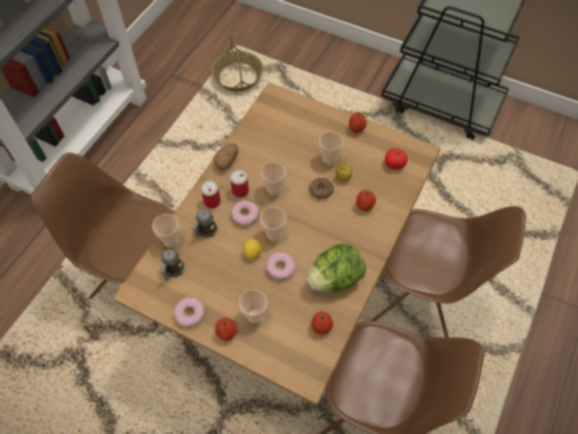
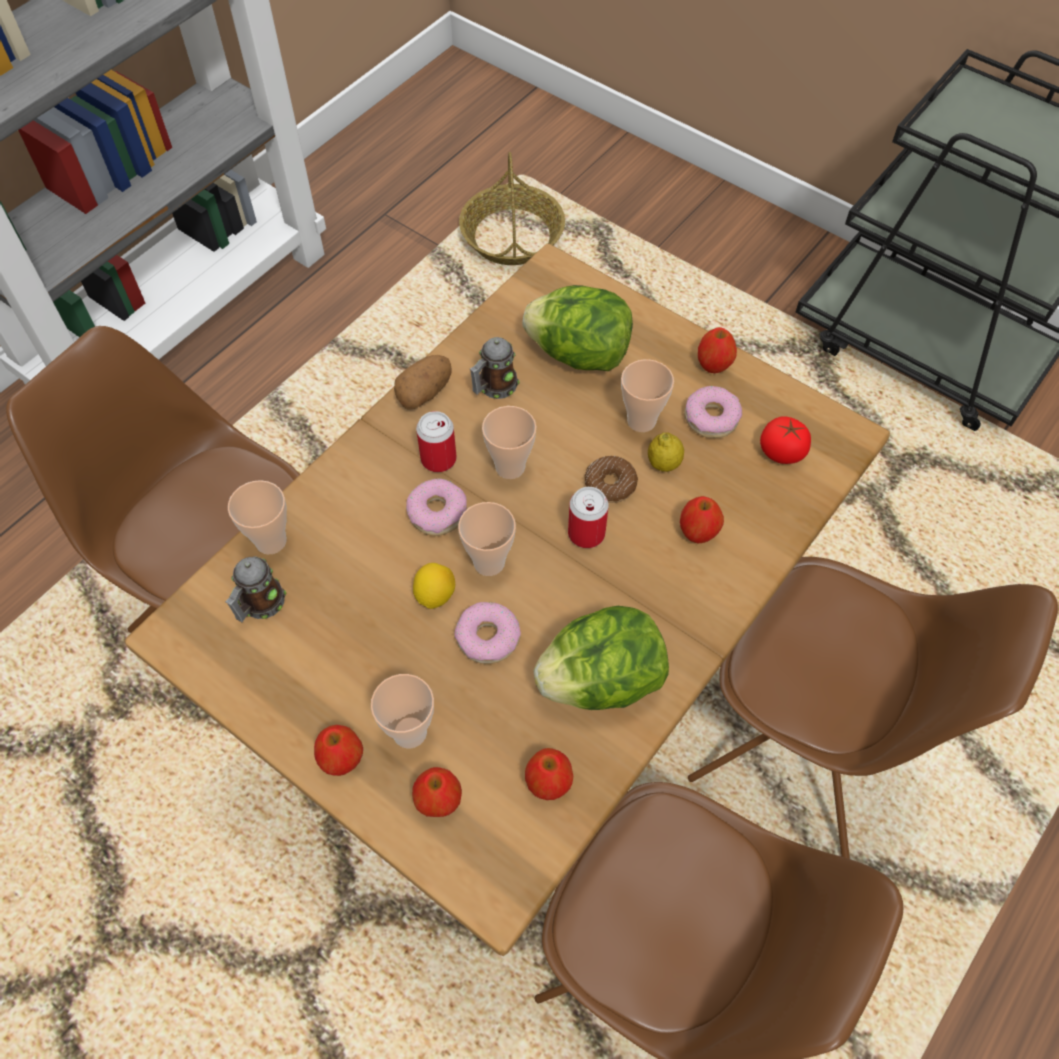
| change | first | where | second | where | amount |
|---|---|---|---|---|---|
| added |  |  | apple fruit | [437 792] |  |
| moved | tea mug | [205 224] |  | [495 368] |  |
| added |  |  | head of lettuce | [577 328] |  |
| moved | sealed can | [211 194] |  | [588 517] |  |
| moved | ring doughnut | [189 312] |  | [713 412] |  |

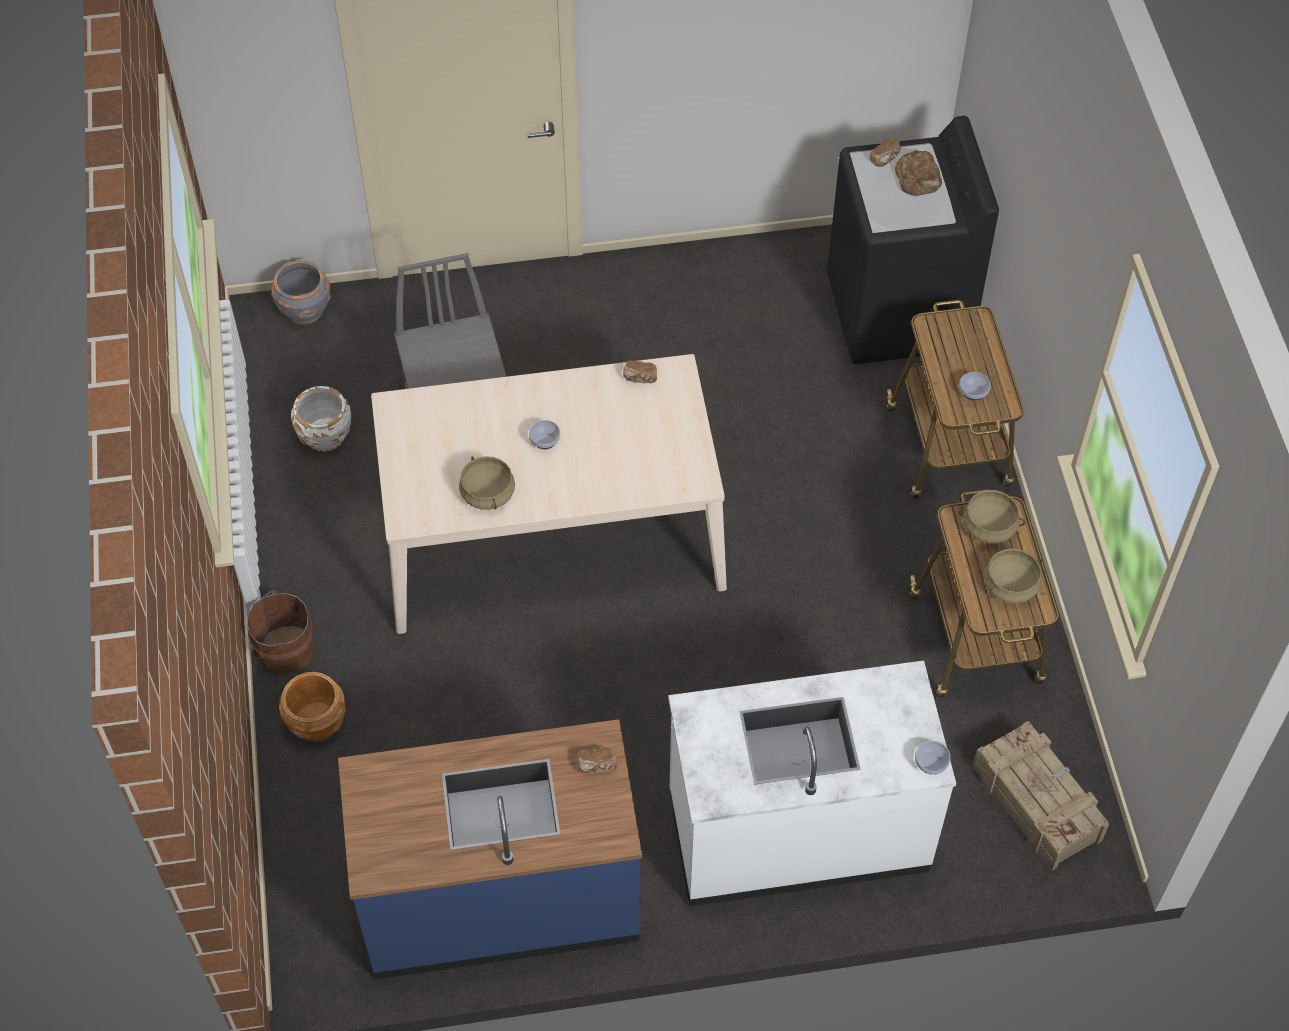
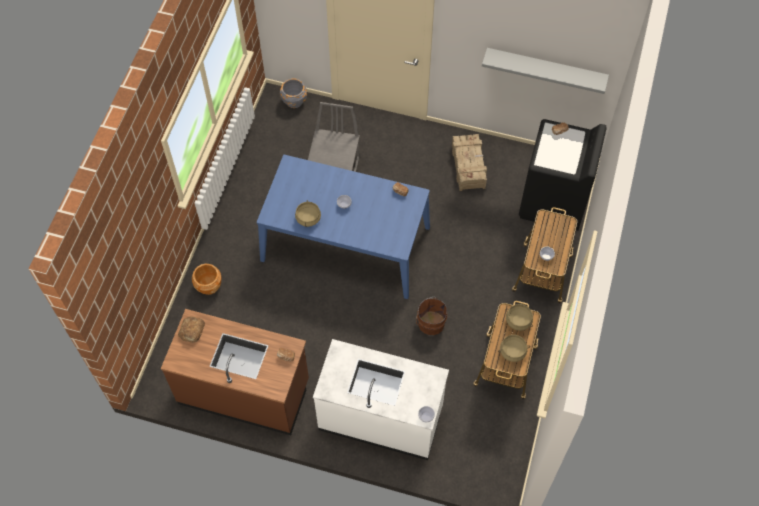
| change | first | where | second | where | amount |
|---|---|---|---|---|---|
| recoloured | blue counter | [490 849] | brown-coloured counter | [235 372] |  |
| moved | bread | [918 173] |  | [191 329] |  |
| recoloured | beige kitchen table | [549 494] | blue kitchen table | [343 227] |  |
| moved | brown-coloured bucket | [280 632] |  | [431 316] |  |
| moved | shipping crate | [1040 796] |  | [469 162] |  |
| added |  |  | greyish bracket shelf | [545 71] |  |
| removed | white-coloured plant pot | [321 419] |  |  |  |

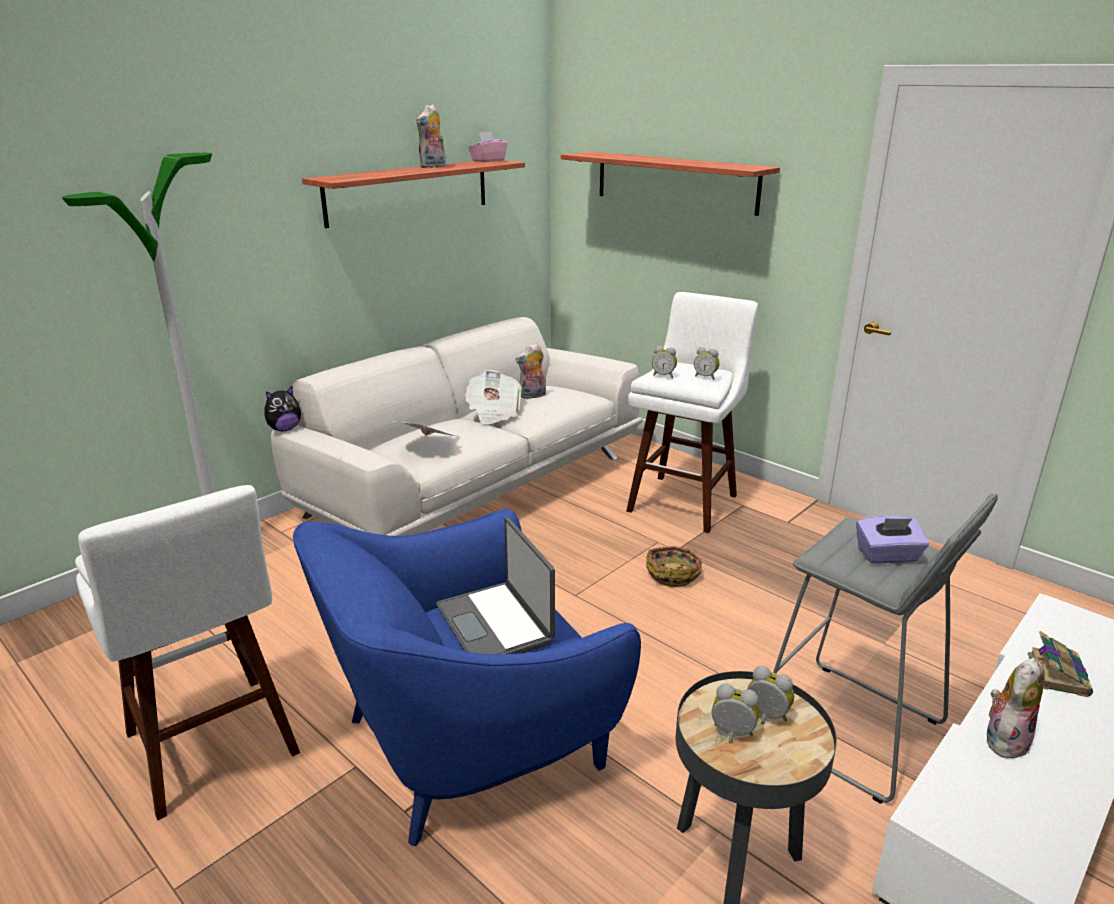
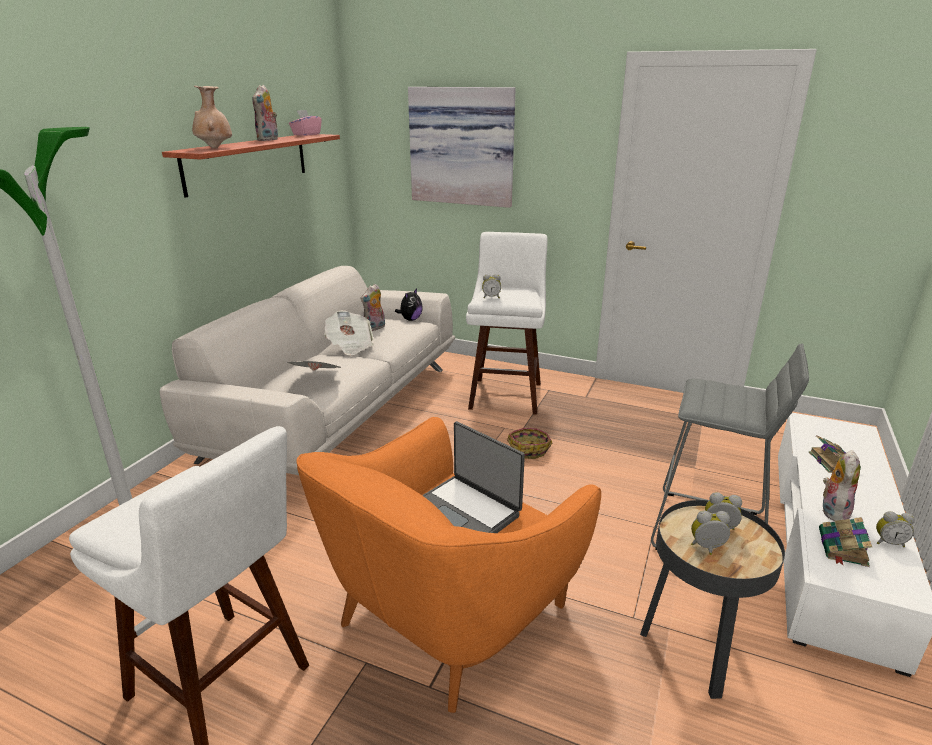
| change | first | where | second | where | amount |
|---|---|---|---|---|---|
| added |  |  | beige decorative vase | [212 117] |  |
| recoloured | blue armchair | [467 677] | orangey armchair | [448 565] |  |
| moved | cuddly toy | [283 408] |  | [409 304] |  |
| replaced | bracket shelf | [670 184] | wall art | [462 147] |  |
| added |  |  | bound book | [845 542] |  |
| moved | table clock | [707 363] |  | [895 529] |  |
| removed | purple-coloured box of tissues | [892 539] |  |  |  |

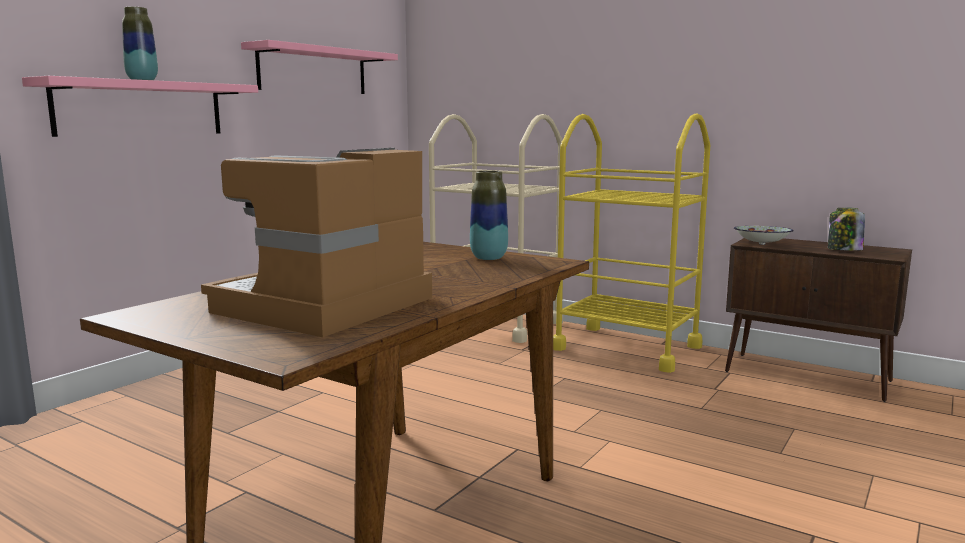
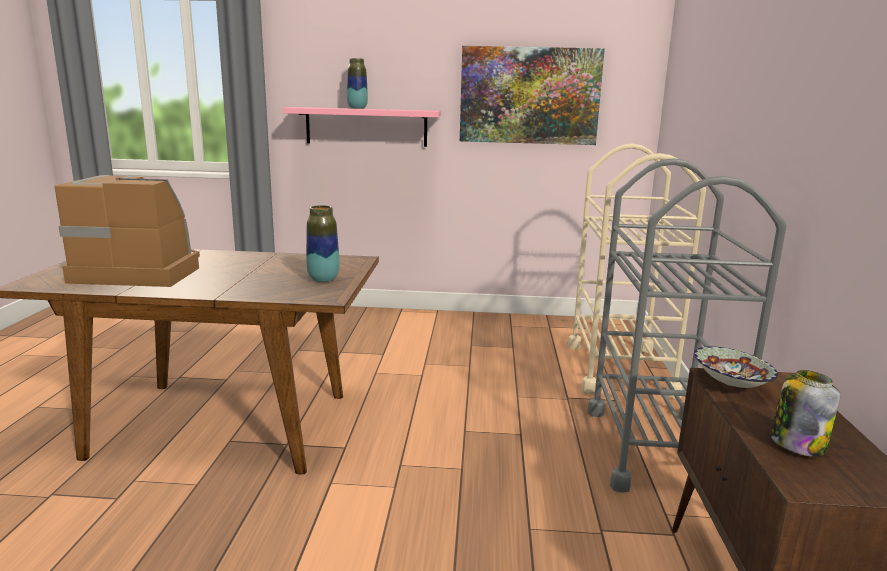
| change | first | where | second | where | amount |
|---|---|---|---|---|---|
| replaced | pink-coloured bracket shelf | [319 67] | wall art | [532 95] |  |
| recoloured | yellow-coloured cart | [631 243] | greyish cart | [686 325] |  |

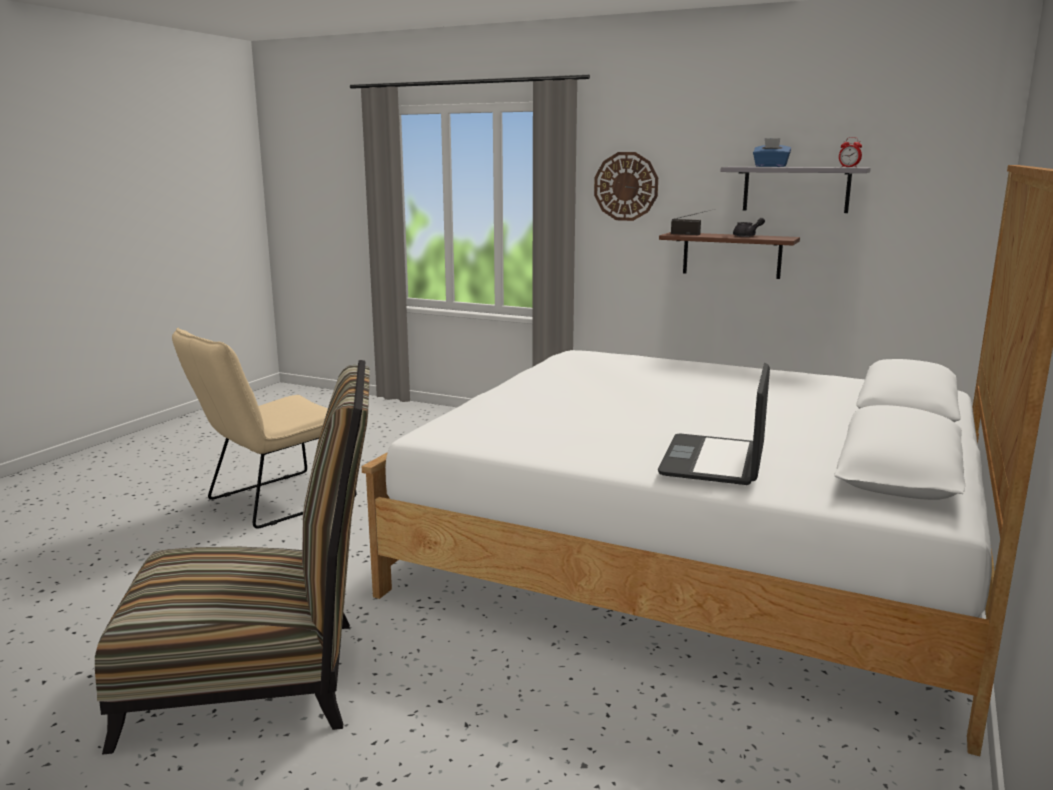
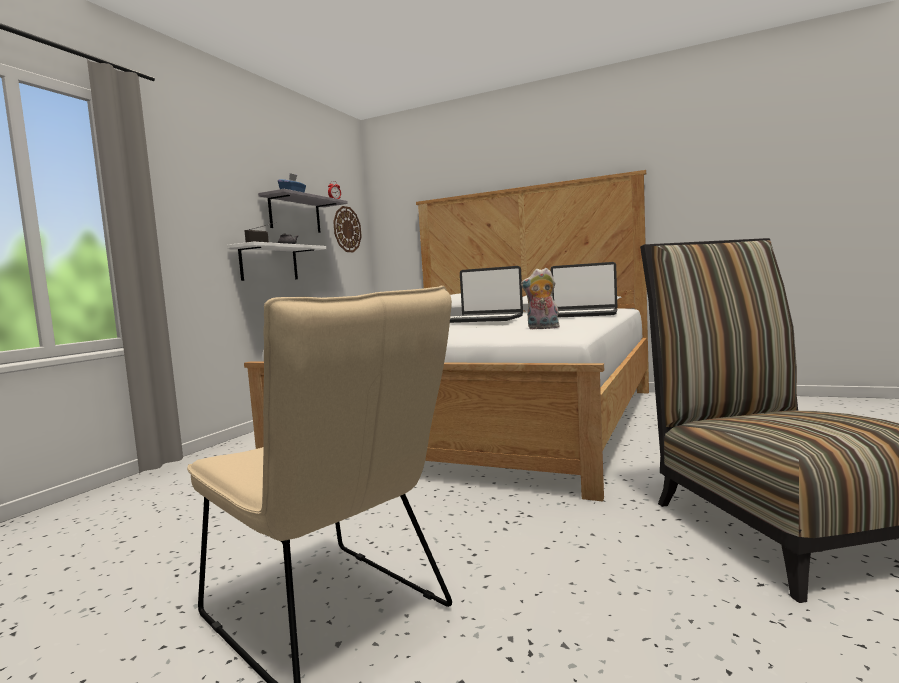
| change | first | where | second | where | amount |
|---|---|---|---|---|---|
| recoloured | brown-coloured bracket shelf | [729 255] | white-coloured bracket shelf | [276 261] |  |
| moved | hanging clock | [626 186] |  | [347 229] |  |
| added |  |  | laptop | [486 294] |  |
| added |  |  | cuddly toy | [540 298] |  |

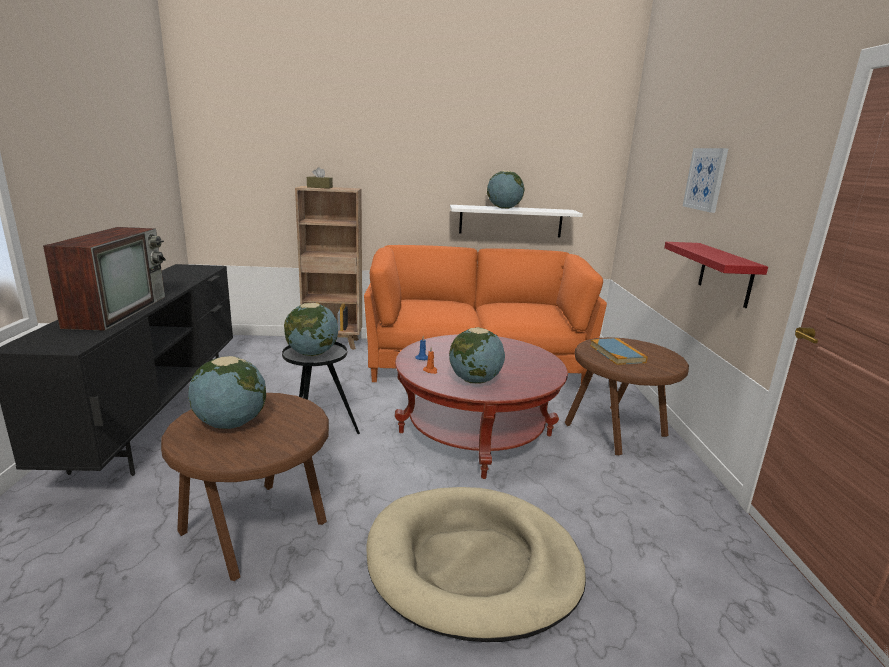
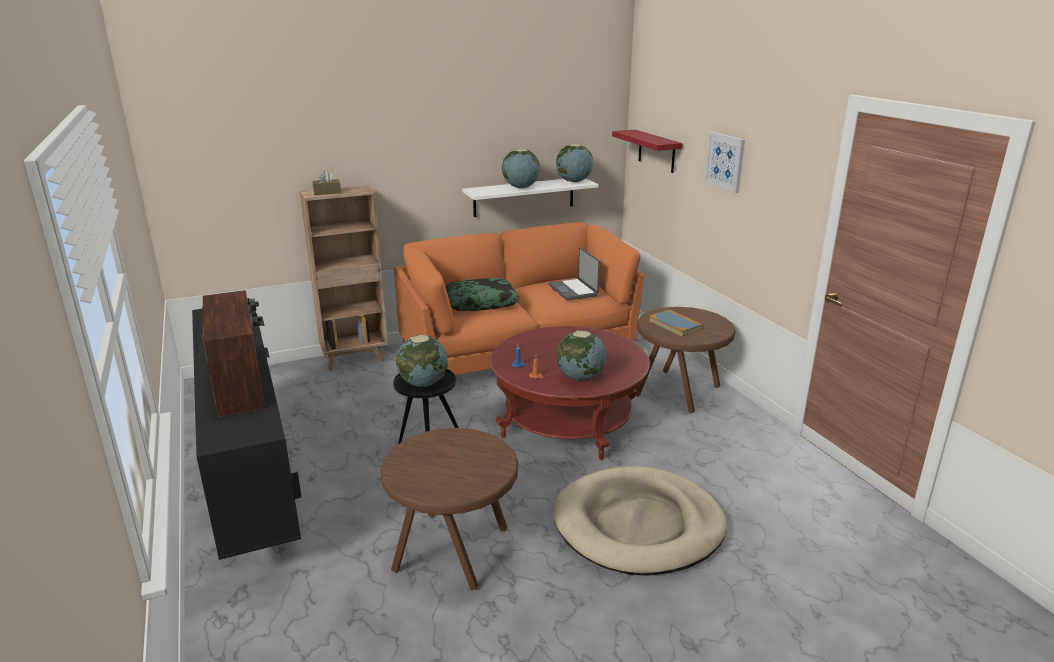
| change | first | where | second | where | amount |
|---|---|---|---|---|---|
| added |  |  | pillow | [483 294] |  |
| added |  |  | laptop | [574 274] |  |
| moved | globe | [227 392] |  | [574 163] |  |
| moved | red-coloured bracket shelf | [716 275] |  | [647 151] |  |

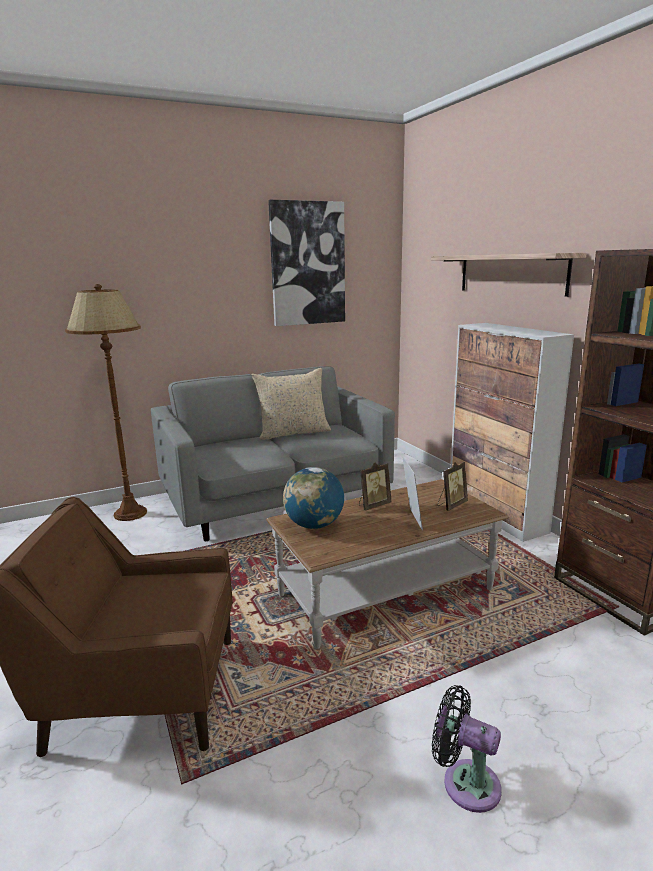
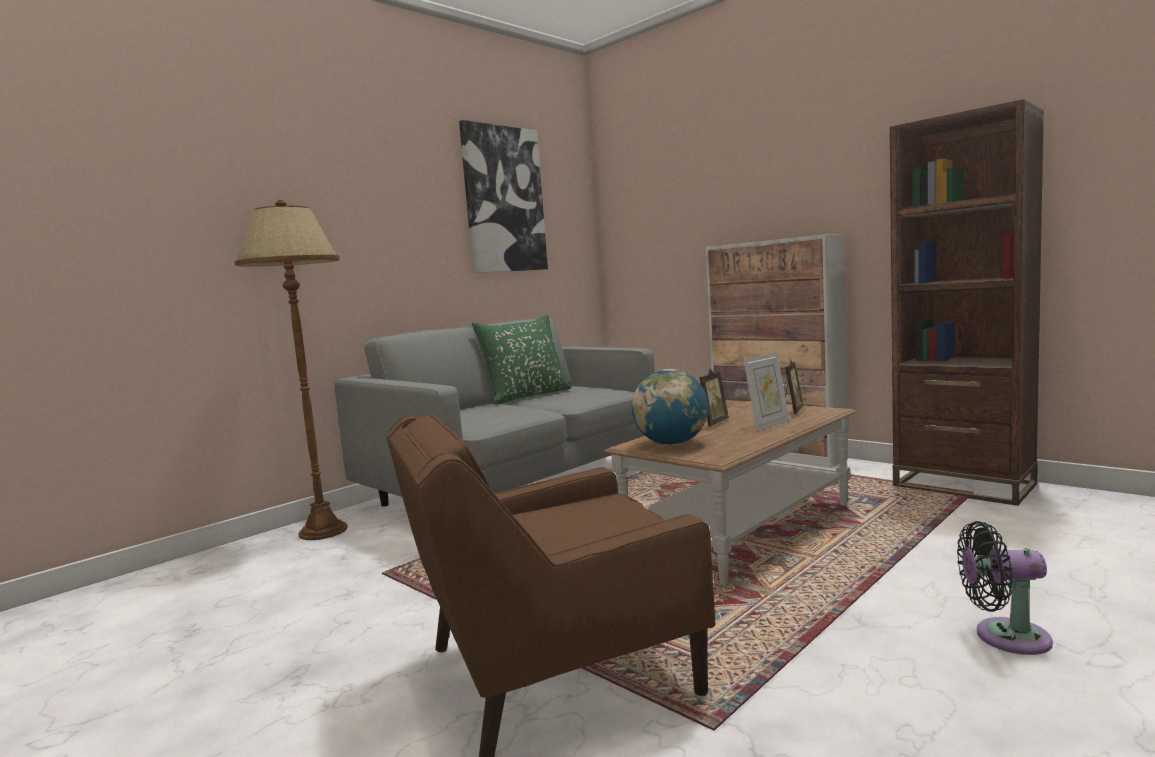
| change | first | where | second | where | amount |
|---|---|---|---|---|---|
| recoloured | beige pillow | [291 404] | green-coloured pillow | [521 359] |  |
| turned | picture frame | [412 493] |  | [766 391] | 75 degrees clockwise |
| removed | bracket shelf | [509 275] |  |  |  |

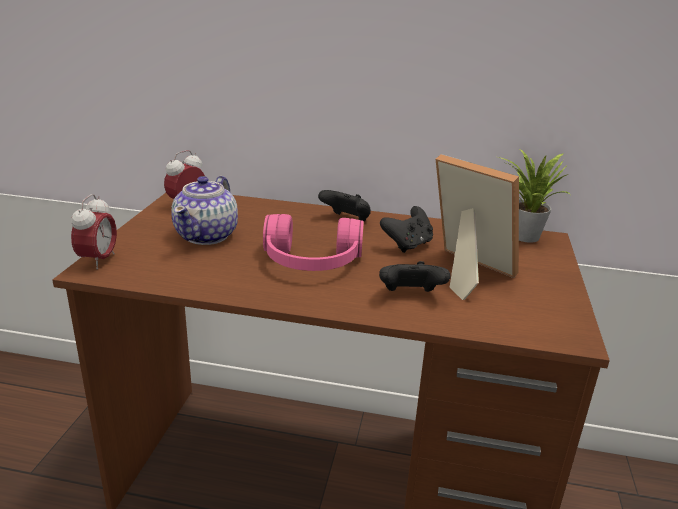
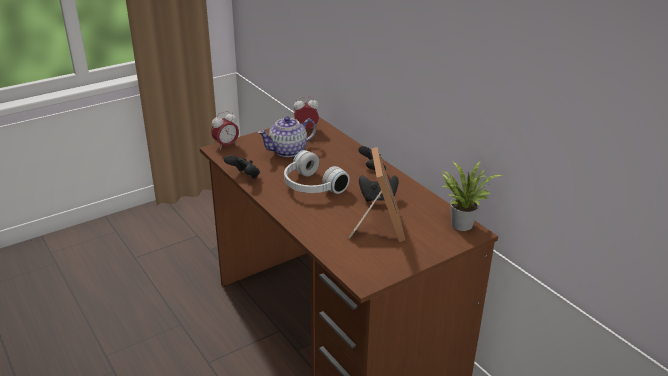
| change | first | where | second | where | amount |
|---|---|---|---|---|---|
| moved | blackish game controller | [415 276] |  | [242 167] |  |
| recoloured | pink-coloured pair of headphones | [313 242] | white-coloured pair of headphones | [317 172] |  |

